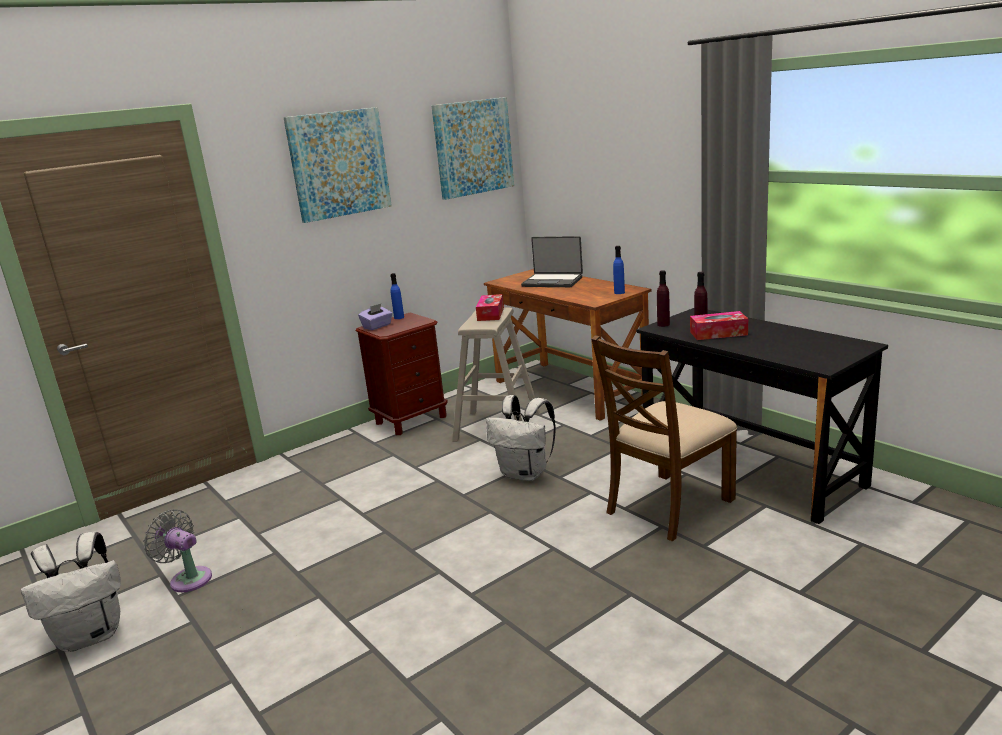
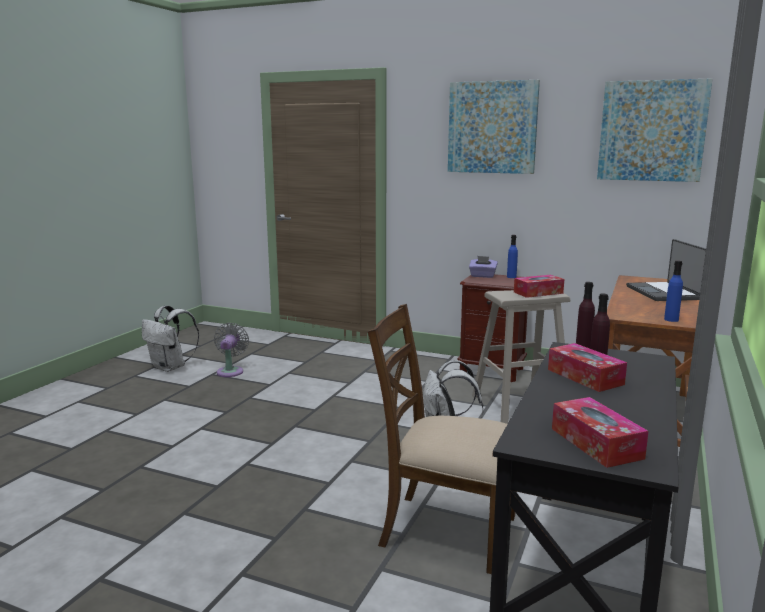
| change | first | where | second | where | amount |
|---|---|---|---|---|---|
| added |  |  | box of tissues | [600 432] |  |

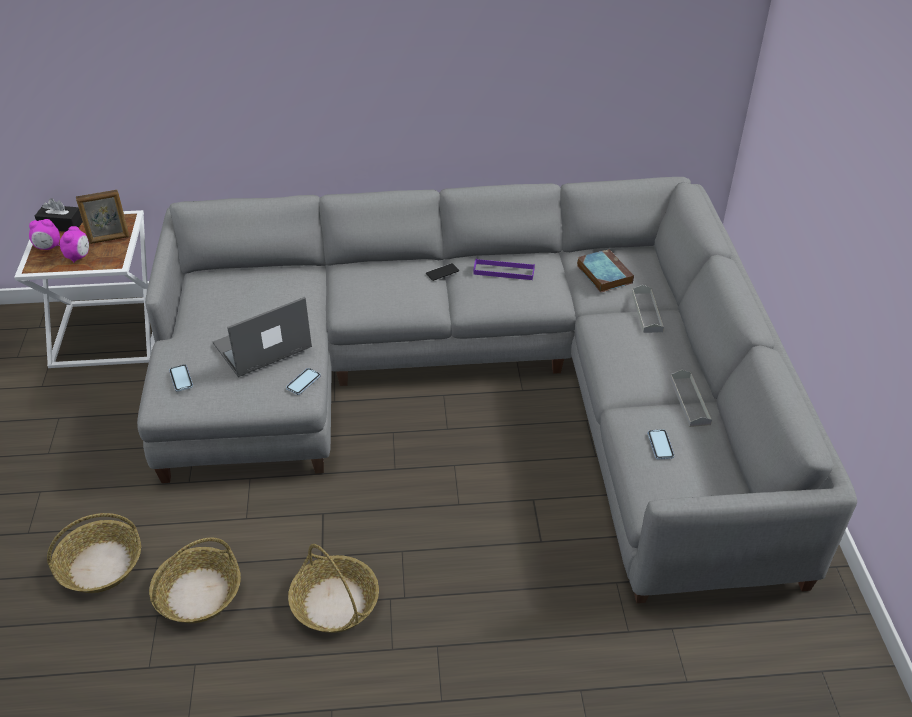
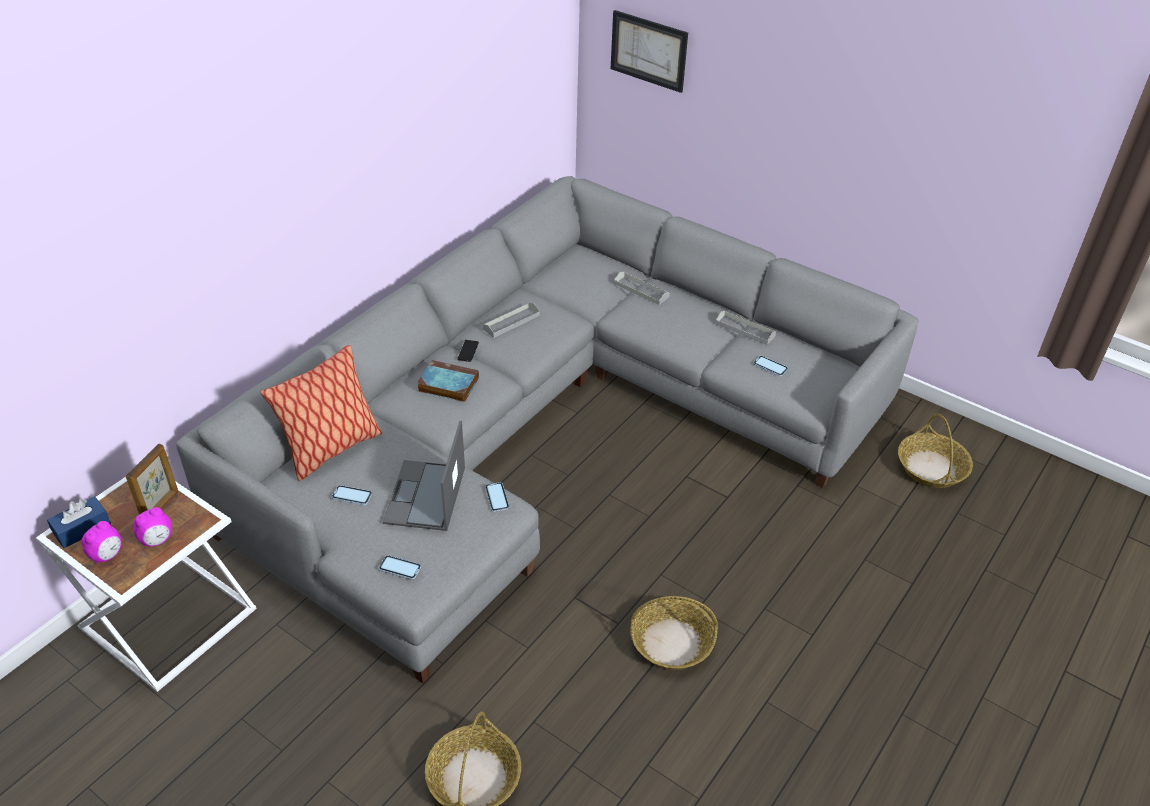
| change | first | where | second | where | amount |
|---|---|---|---|---|---|
| recoloured | blackish box of tissues | [59 215] | blue box of tissues | [79 522] |  |
| turned | table clock | [74 244] |  | [153 527] | 90 degrees clockwise |
| added |  |  | pillow | [321 413] |  |
| added |  |  | phone | [352 495] |  |
| moved | bound book | [605 271] |  | [448 381] |  |
| recoloured | purple-coloured serving tray | [504 269] | greyish serving tray | [511 320] |  |
| added |  |  | wall art | [649 51] |  |
| moved | storage basket | [195 580] |  | [935 451] |  |

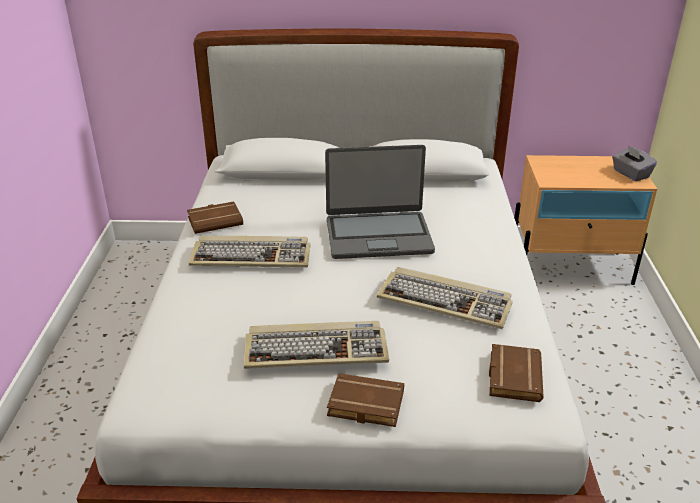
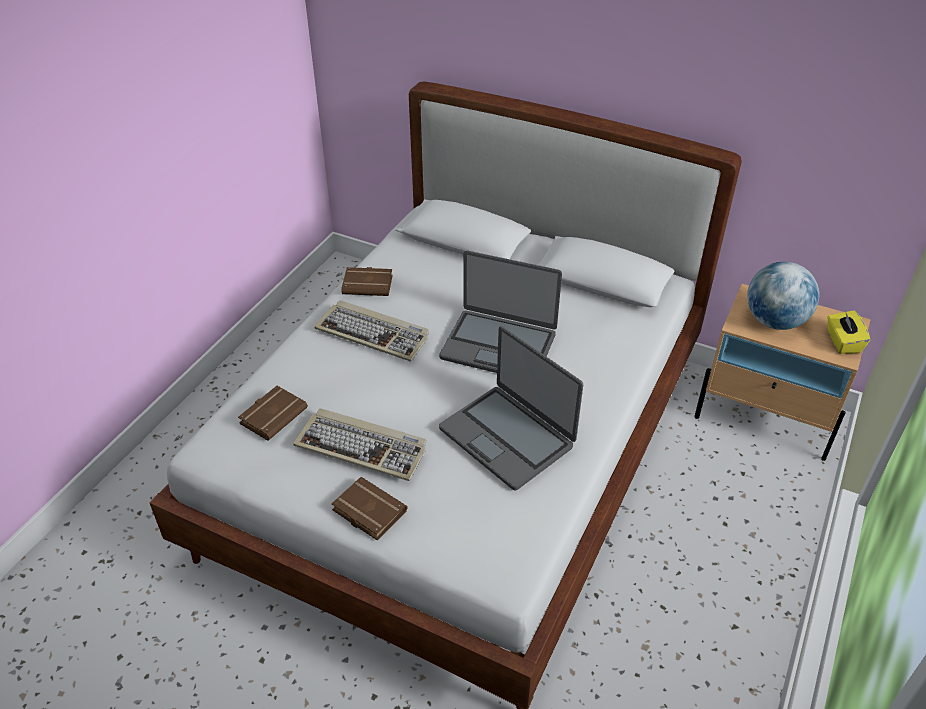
| change | first | where | second | where | amount |
|---|---|---|---|---|---|
| moved | brown-coloured bound book | [516 373] |  | [273 413] |  |
| replaced | keyboard | [445 298] | laptop | [511 408] |  |
| added |  |  | globe | [783 296] |  |
| recoloured | greyish box of tissues | [634 163] | yellow-coloured box of tissues | [848 332] |  |

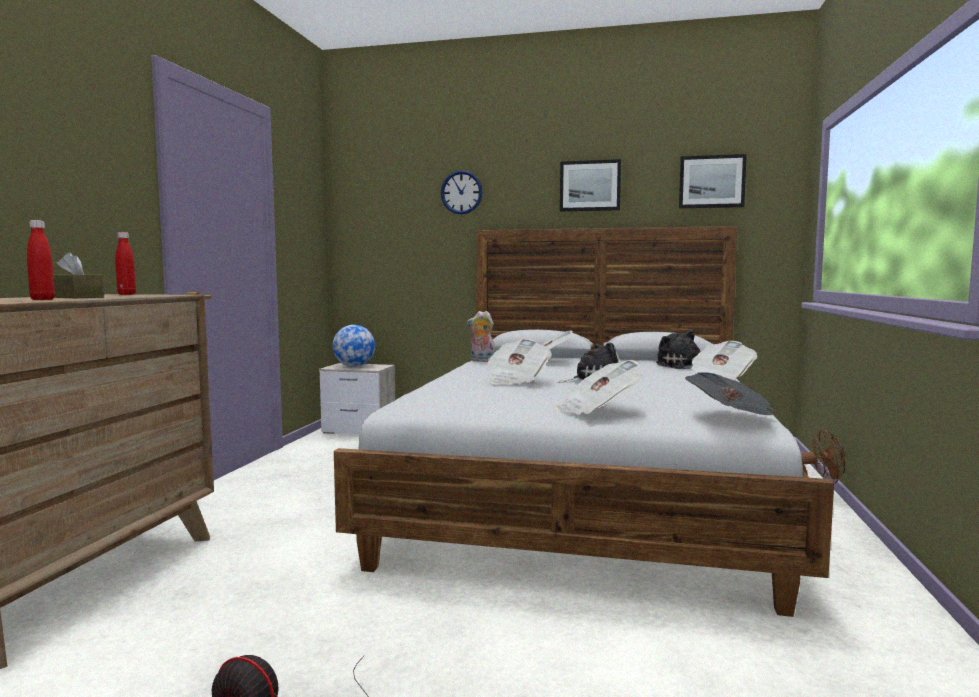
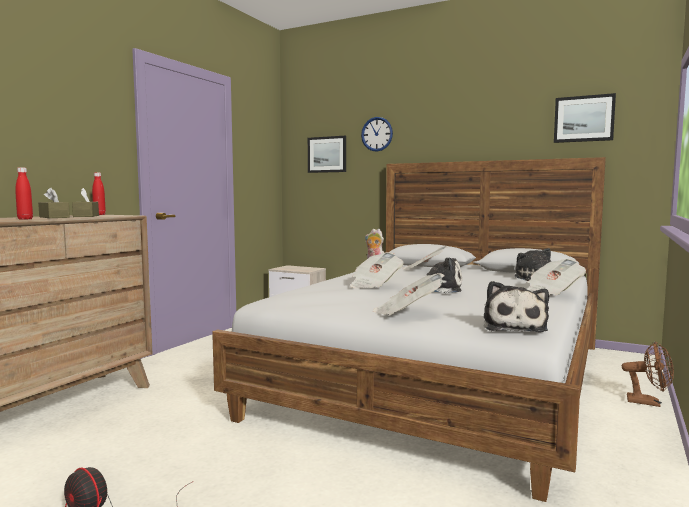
| change | first | where | second | where | amount |
|---|---|---|---|---|---|
| added |  |  | brown-coloured box of tissues | [85 202] |  |
| moved | wall art | [590 185] |  | [327 154] |  |
| replaced | printed paper | [729 393] | cuddly toy | [516 306] |  |
| removed | globe | [353 346] |  |  |  |

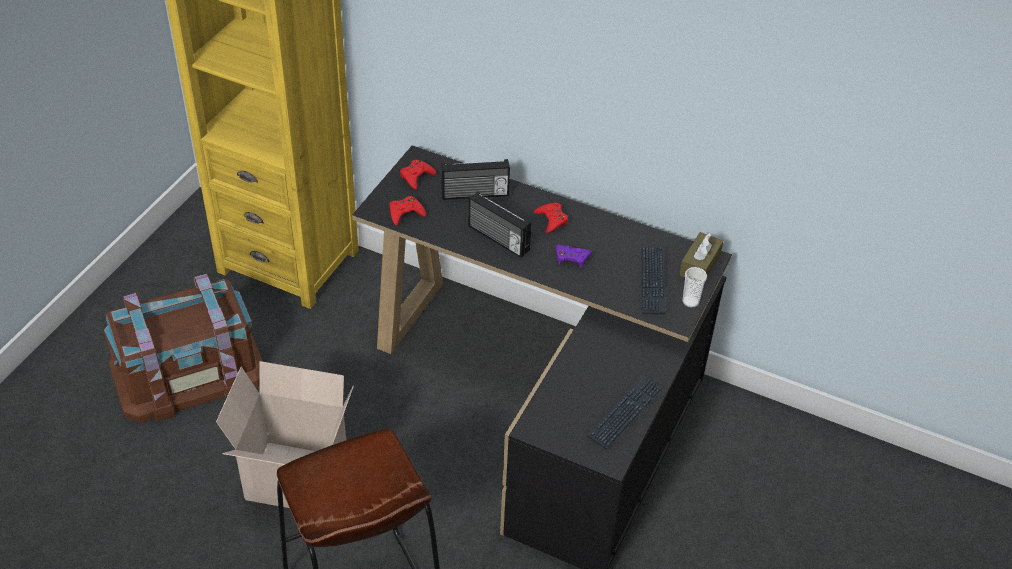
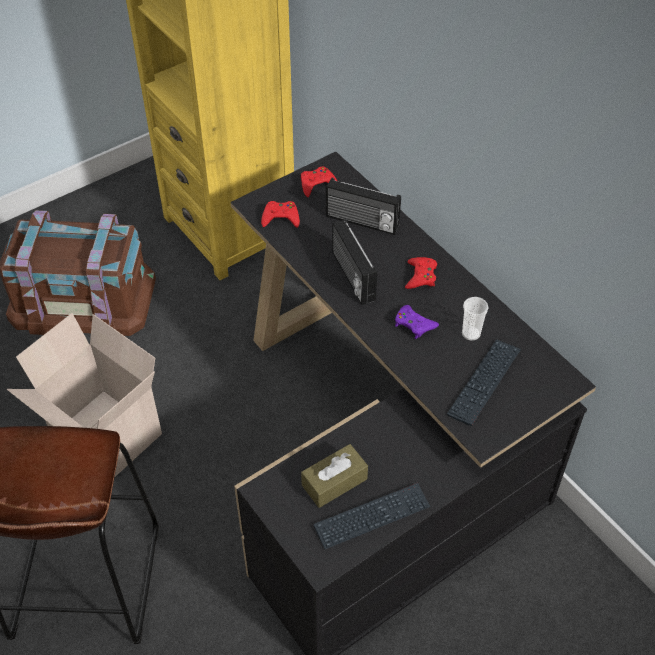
| change | first | where | second | where | amount |
|---|---|---|---|---|---|
| moved | brown-coloured box of tissues | [701 254] |  | [334 476] |  |
| moved | small cup | [694 287] |  | [475 319] |  |

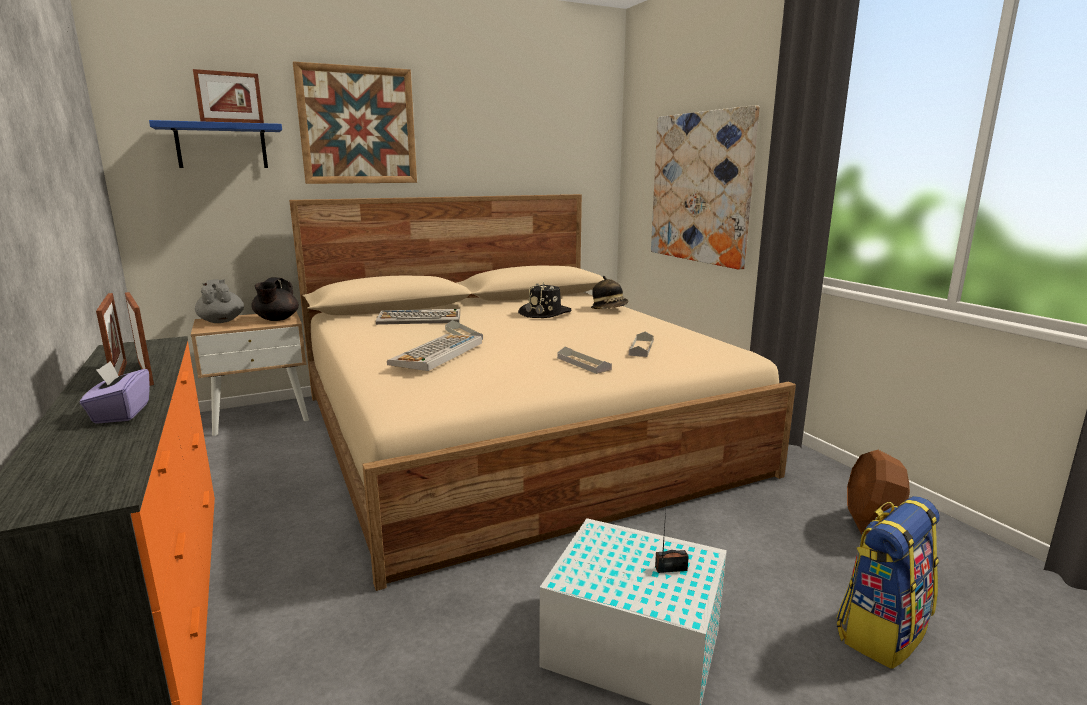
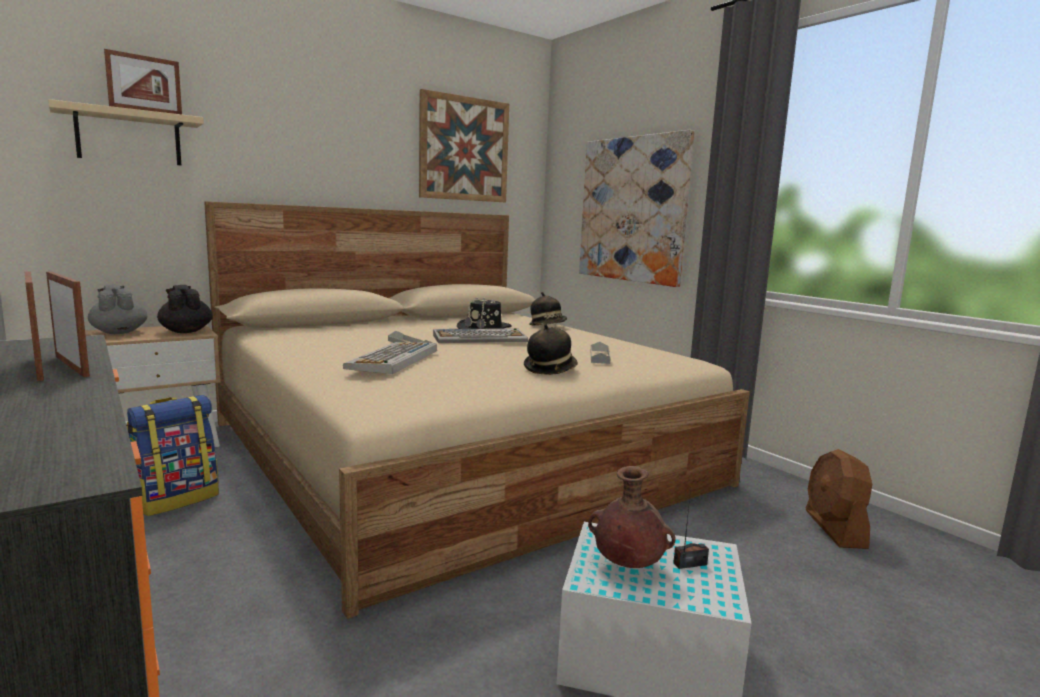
| change | first | where | second | where | amount |
|---|---|---|---|---|---|
| recoloured | blue bracket shelf | [215 144] | beige bracket shelf | [126 132] |  |
| moved | backpack | [888 582] |  | [172 455] |  |
| turned | blackish teapot | [275 299] |  | [185 309] | 150 degrees clockwise |
| moved | wall art | [355 122] |  | [464 145] |  |
| moved | keyboard | [418 317] |  | [480 335] |  |
| replaced | greyish serving tray | [584 360] | hat | [551 349] |  |
| added |  |  | brown-coloured decorative vase | [632 517] |  |
| removed | purple-coloured box of tissues | [115 392] |  |  |  |

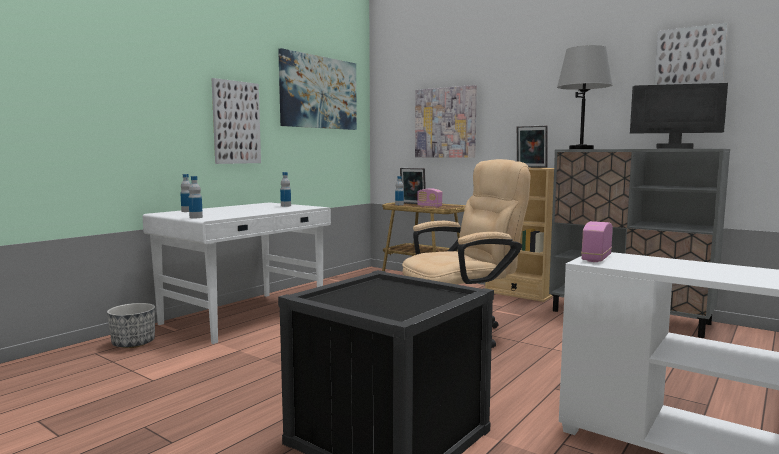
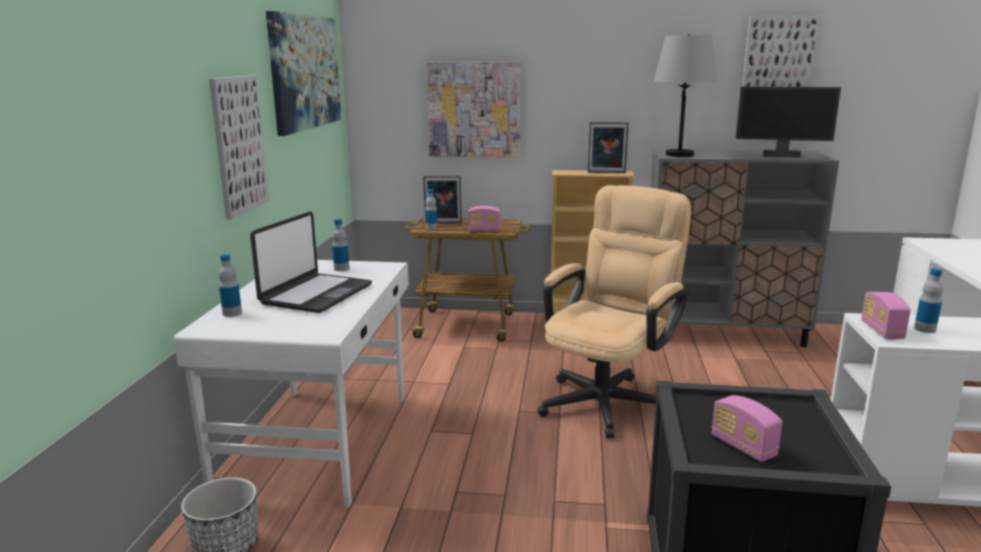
| change | first | where | second | where | amount |
|---|---|---|---|---|---|
| added |  |  | laptop | [311 262] |  |
| added |  |  | radio set | [747 428] |  |
| turned | computer display | [679 116] |  | [788 122] | 150 degrees counterclockwise |
| moved | bottle | [195 197] |  | [928 300] |  |

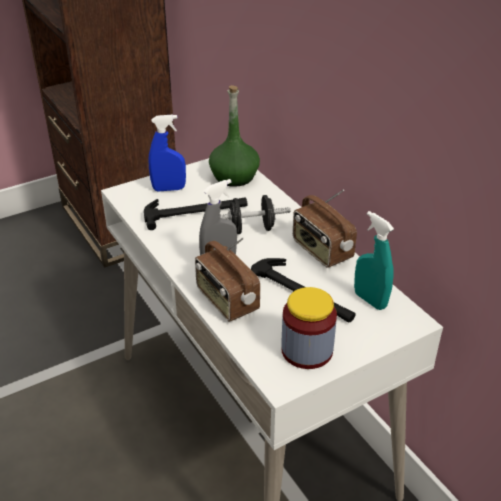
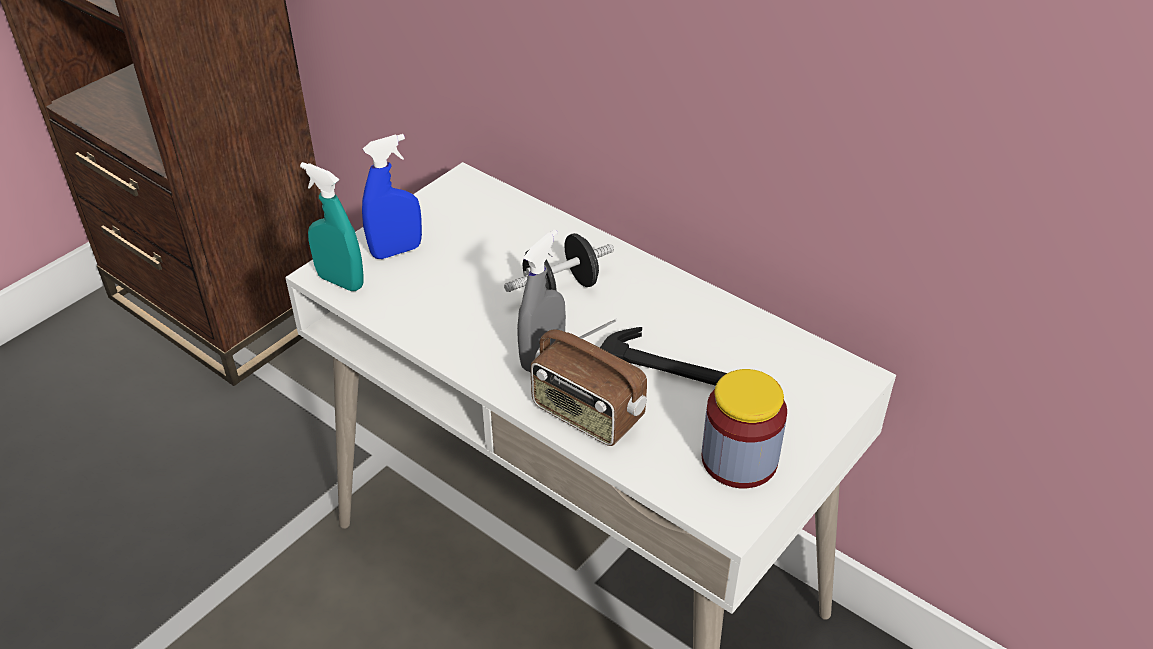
| change | first | where | second | where | amount |
|---|---|---|---|---|---|
| moved | turquoise-coloured sprayer | [374 260] |  | [332 226] |  |
| removed | hammer | [195 214] |  |  |  |
| removed | green-coloured bottle | [234 136] |  |  |  |
| removed | radio set | [325 228] |  |  |  |

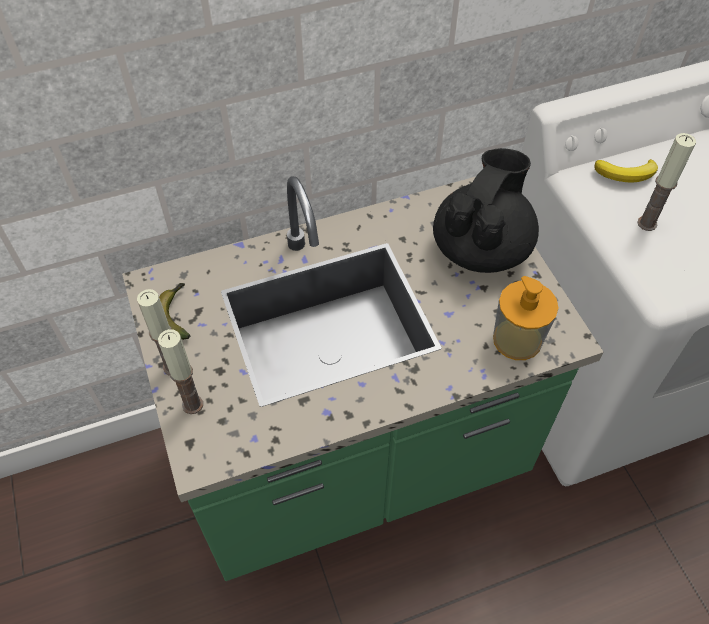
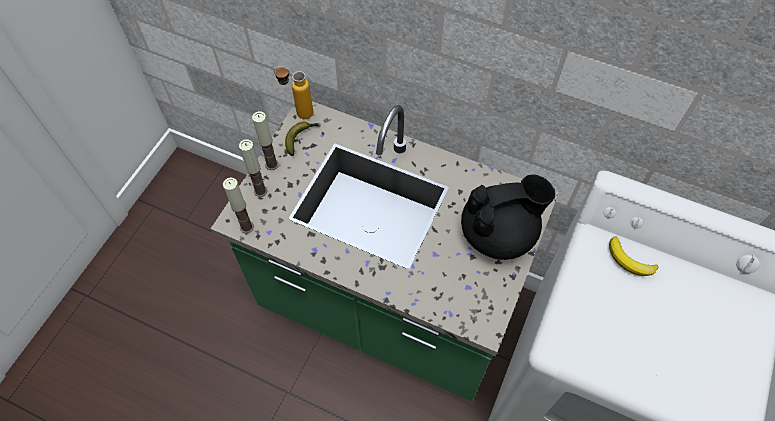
| change | first | where | second | where | amount |
|---|---|---|---|---|---|
| moved | wax candle | [666 182] |  | [238 206] |  |
| added |  |  | bottle | [293 92] |  |
| removed | soap dispenser | [525 318] |  |  |  |

